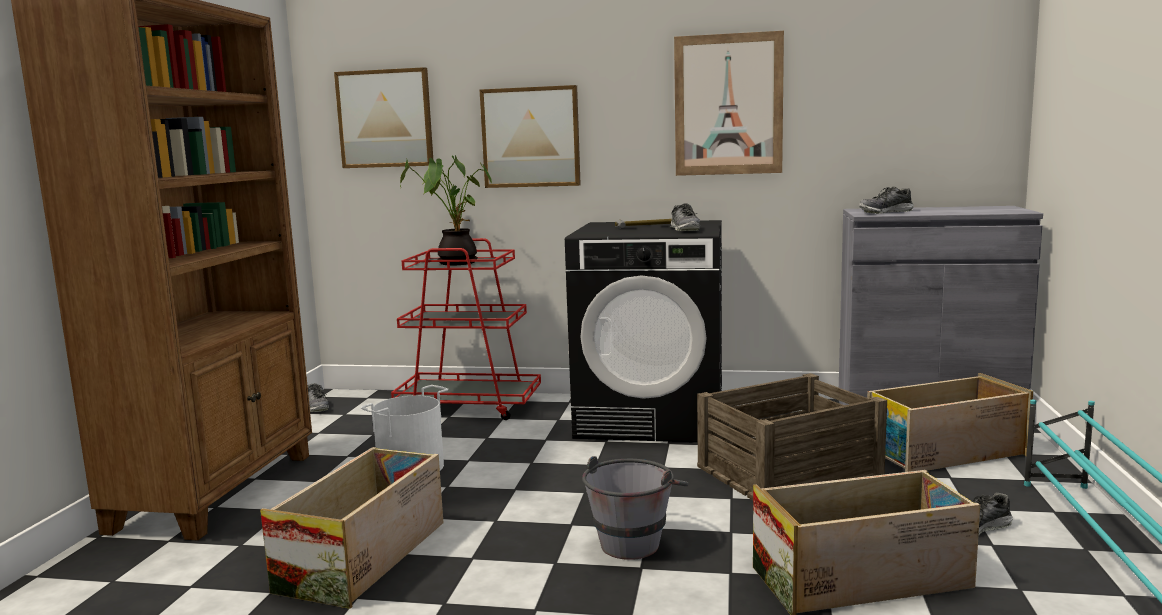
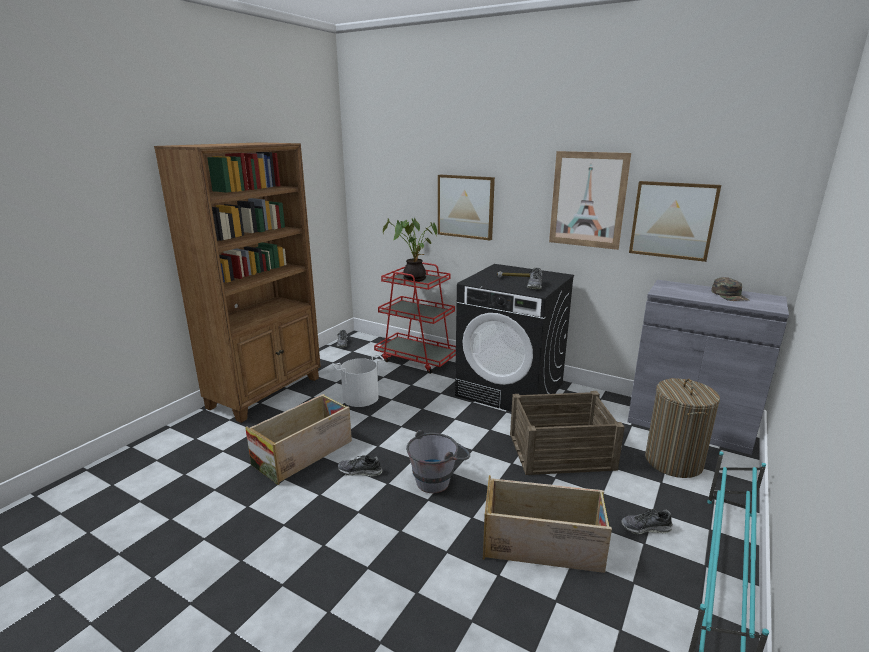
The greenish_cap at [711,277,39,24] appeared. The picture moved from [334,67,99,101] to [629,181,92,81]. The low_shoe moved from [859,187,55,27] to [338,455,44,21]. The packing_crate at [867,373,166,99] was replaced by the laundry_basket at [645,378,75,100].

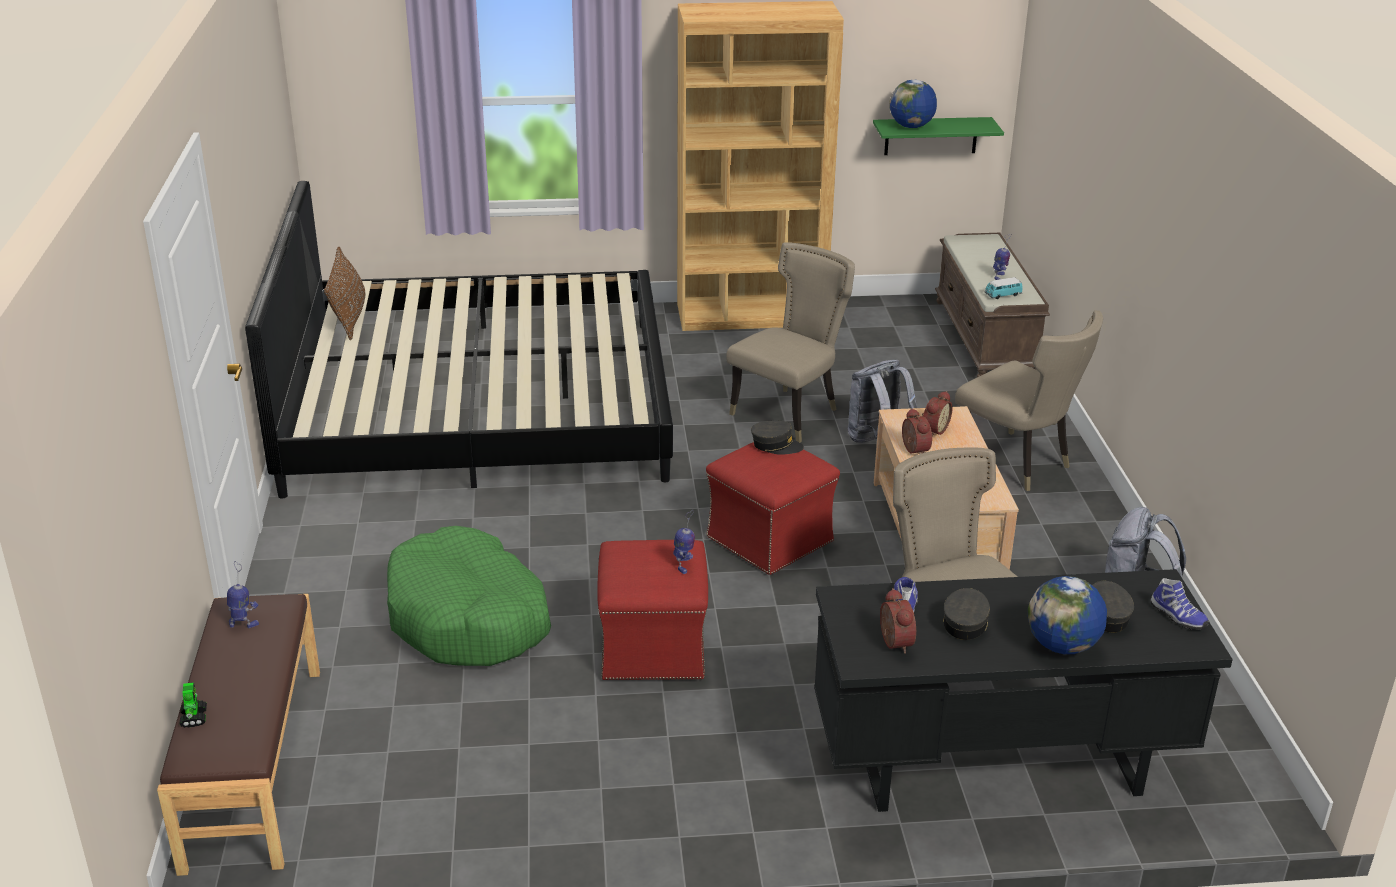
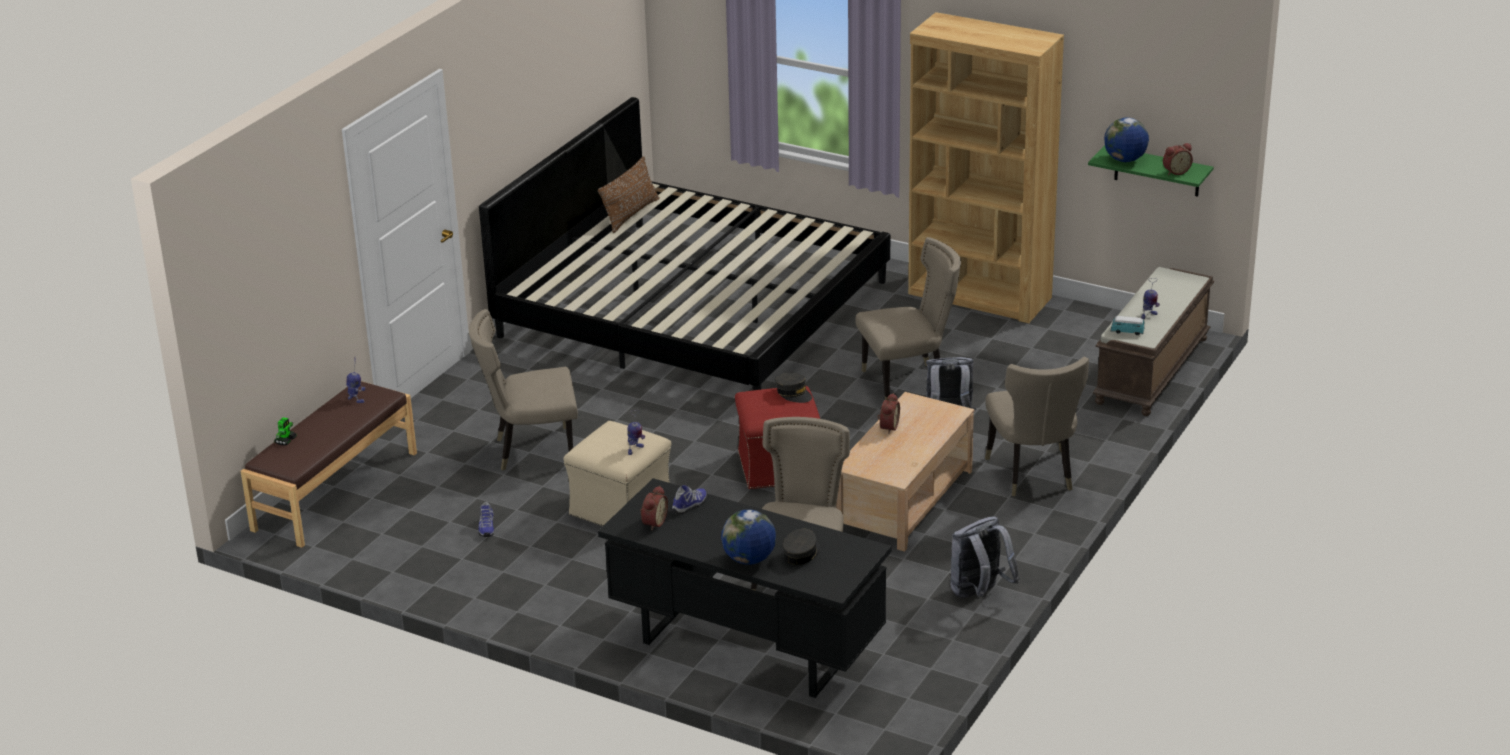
The gray_cap at [943,588,47,52] disappeared. The table_clock moved from [922,391,30,45] to [1163,143,30,32]. The low_shoe moved from [1150,578,59,52] to [478,502,16,35]. The greenish_pet_bed at [387,526,164,140] was replaced by the beige-coloured_chair at [469,309,109,162]. The red-coloured_pouffe at [597,540,111,140] became the beige-coloured_pouffe at [564,421,107,105].

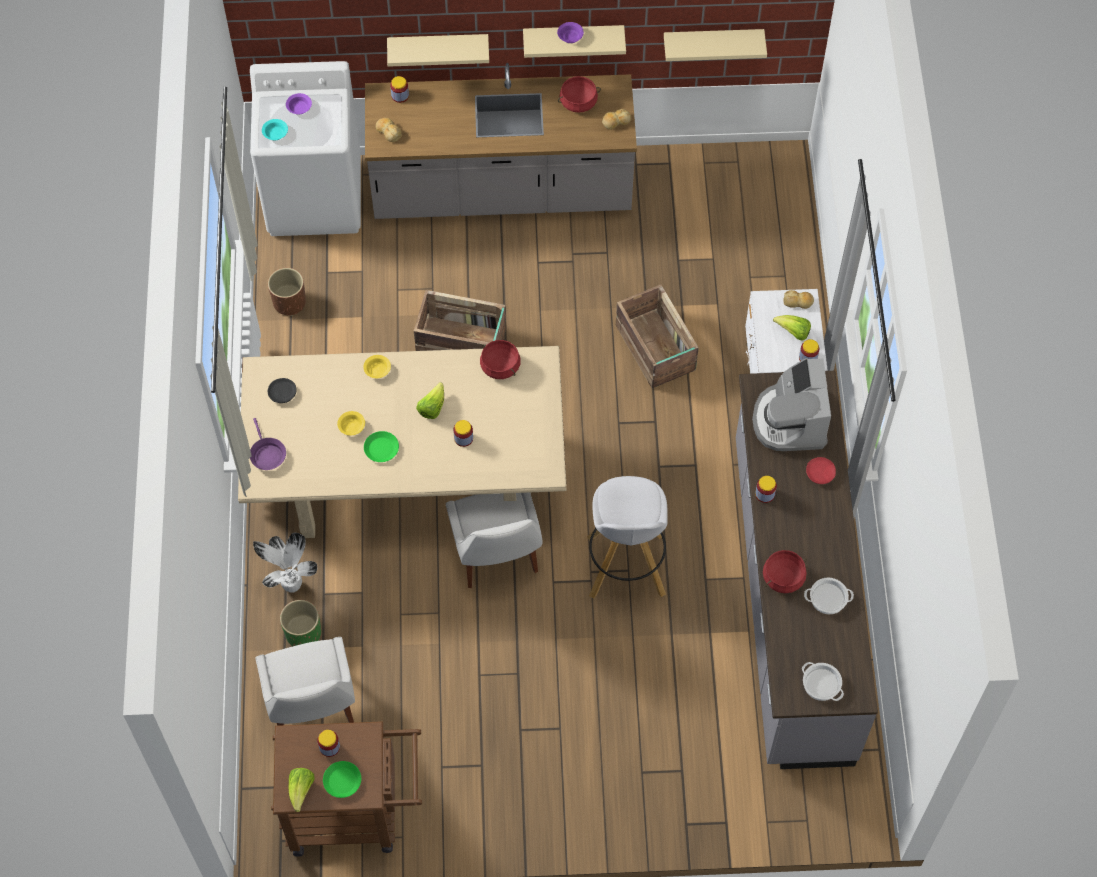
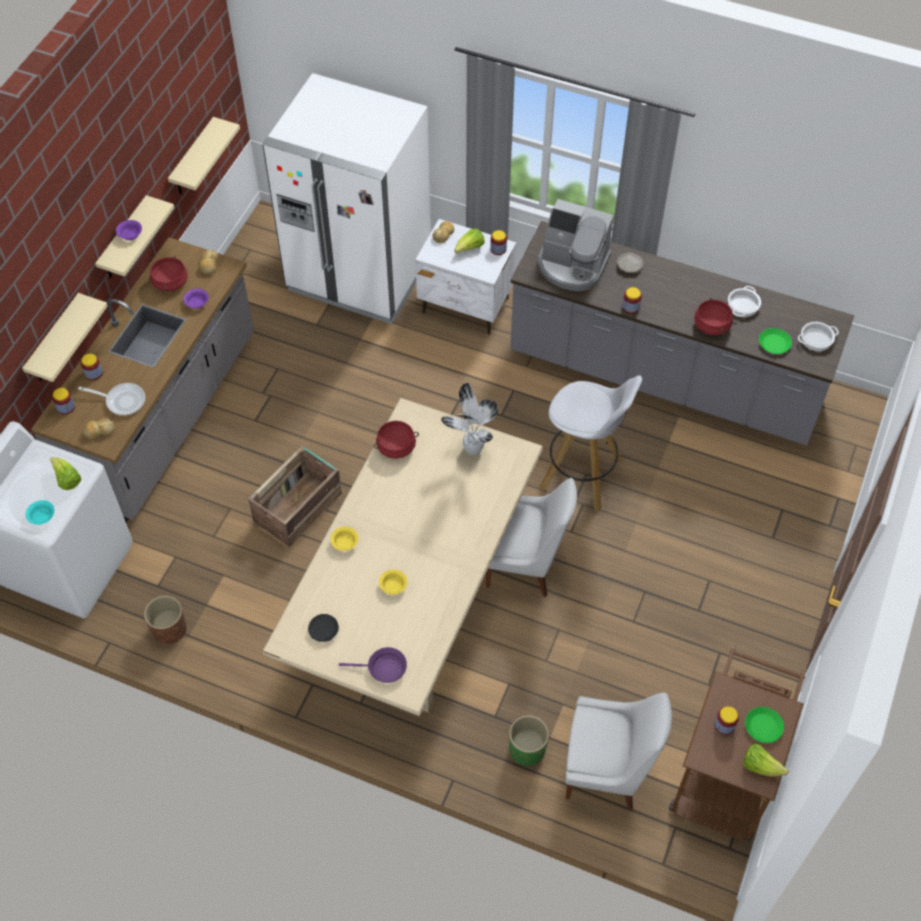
The packing_crate at [616,285,83,103] disappeared. The frying_pan at [78,383,67,33] appeared. The whitish_refrigerator at [262,73,169,251] appeared. The houseplant moved from [253,533,64,60] to [441,383,57,72]. The purple-coloured_serving_bowl moved from [286,93,26,22] to [183,289,26,20]. The greenish_plate moved from [364,431,35,31] to [759,328,33,26]. The lettuce_head moved from [416,382,28,37] to [50,457,31,33]. The jar moved from [454,420,19,27] to [81,354,22,26]. The red-coloured_plate at [806,457,30,27] became the beige-coloured_plate at [617,252,26,21].

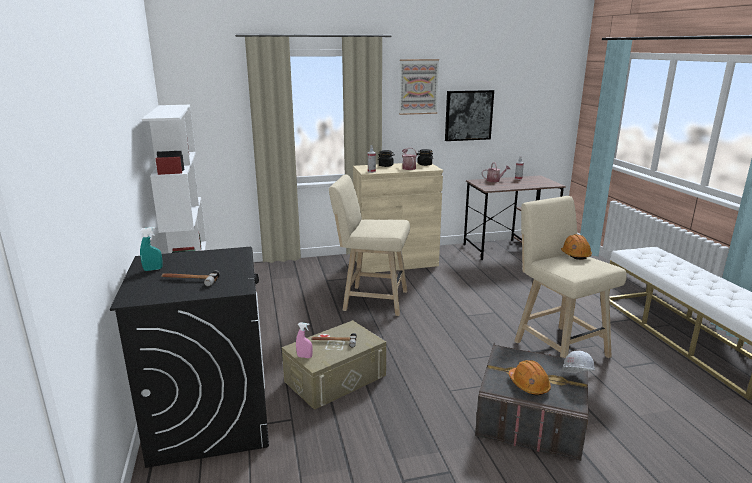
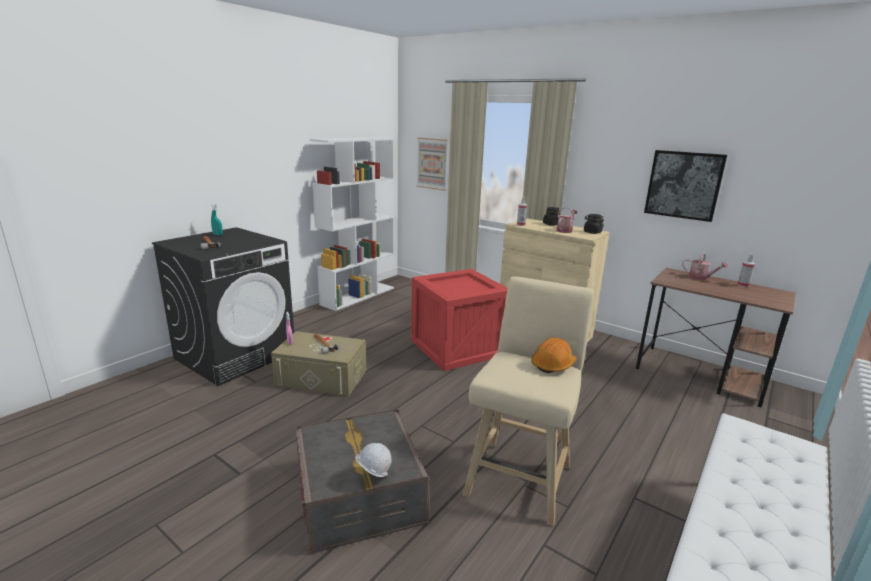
The orange-coloured_work_helmet at [509,360,42,35] disappeared. The picture moved from [399,59,40,56] to [416,138,33,53]. The beige-coloured_stool at [329,175,81,141] was replaced by the packing_crate at [411,269,97,102].

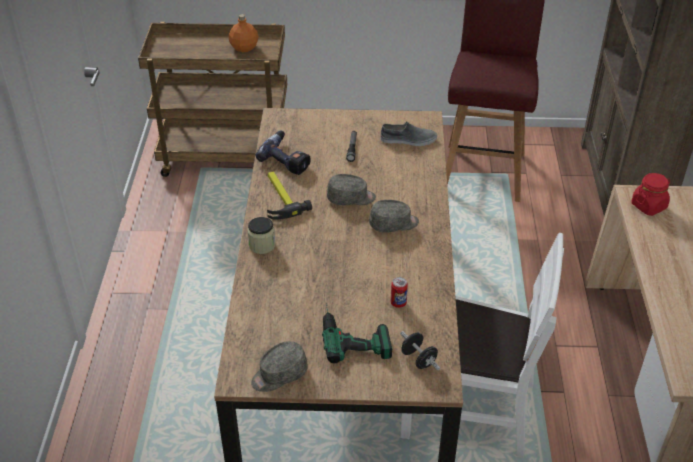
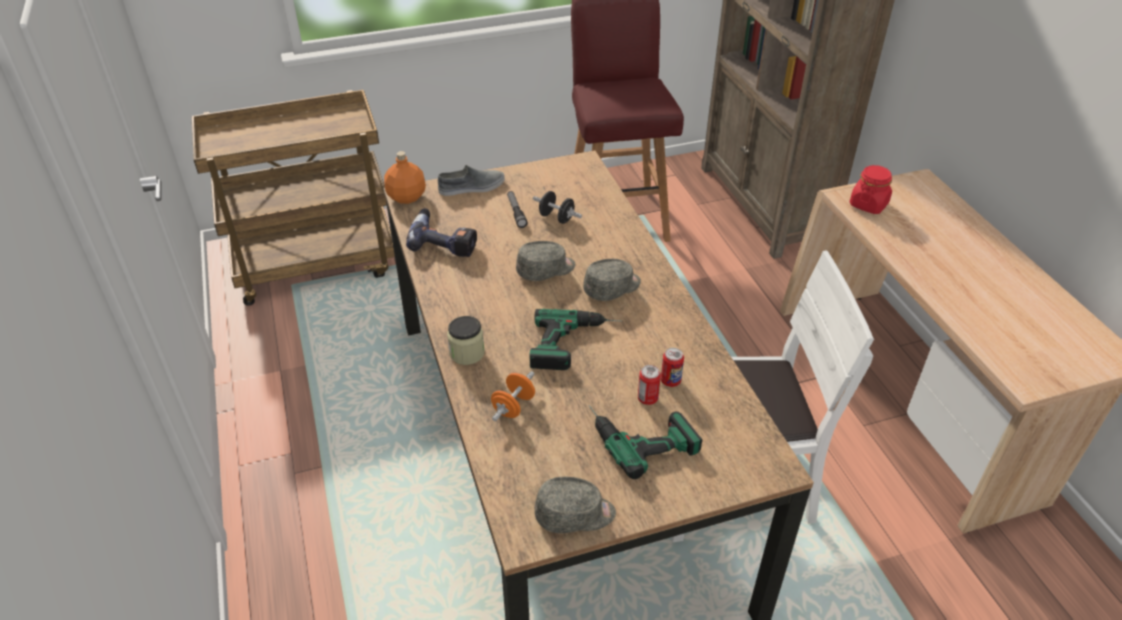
The hammer at [267,171,45,49] disappeared. The orange-coloured_free_weight at [491,371,44,50] appeared. The electric_drill at [530,309,91,61] appeared. The sealed_can at [638,365,23,40] appeared. The orange-coloured_bottle moved from [229,14,29,38] to [384,151,42,53]. The gray_low_shoe moved from [381,121,56,25] to [438,165,67,31]. The black-coloured_free_weight moved from [400,331,40,39] to [533,191,49,33]. The gray_cap at [251,341,57,51] turned 135 degrees counterclockwise.

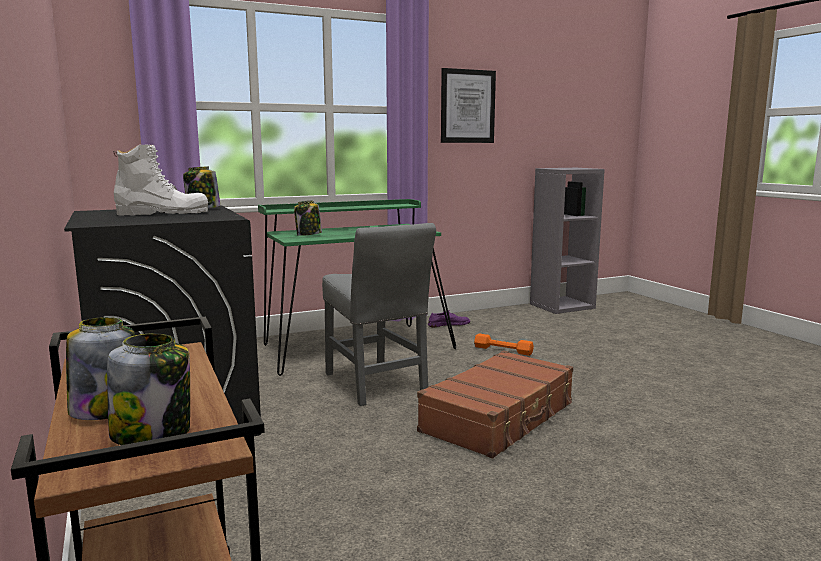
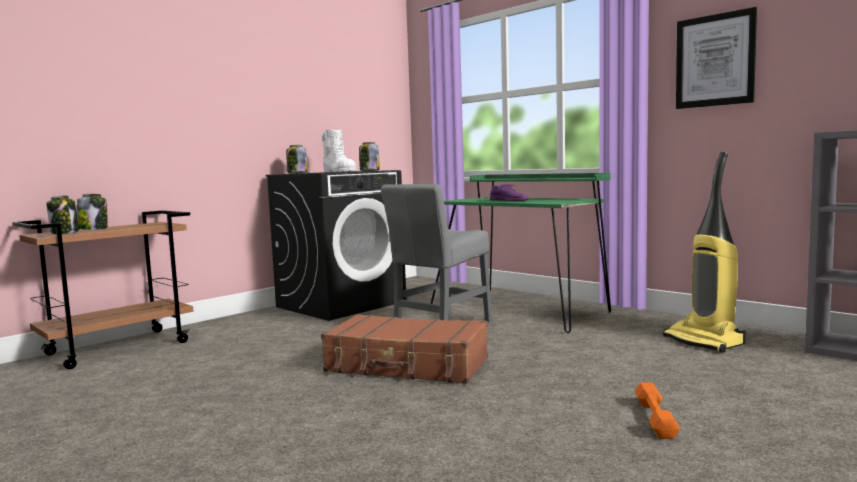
The vacuum_cleaner at [663,152,83,201] appeared. The jar moved from [294,200,28,36] to [286,145,22,29]. The purple-coloured_low_shoe moved from [428,310,42,17] to [490,184,39,17]. The orange-coloured_free_weight moved from [474,333,60,23] to [634,383,46,56].

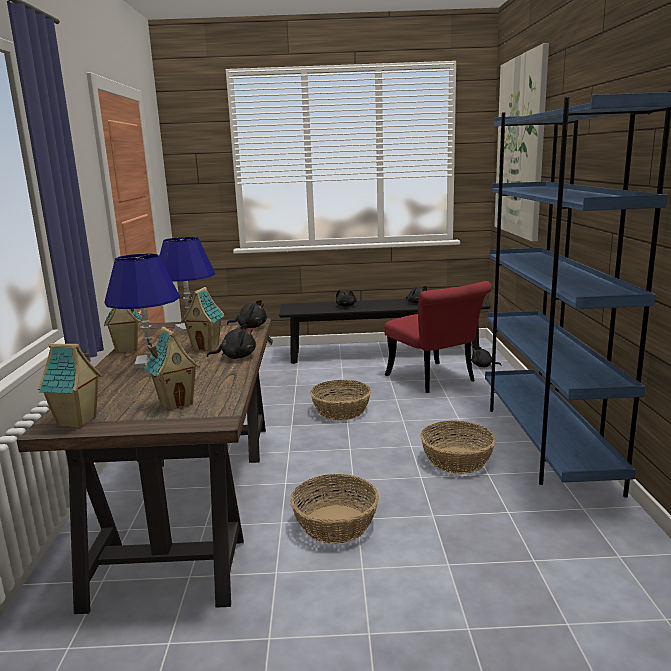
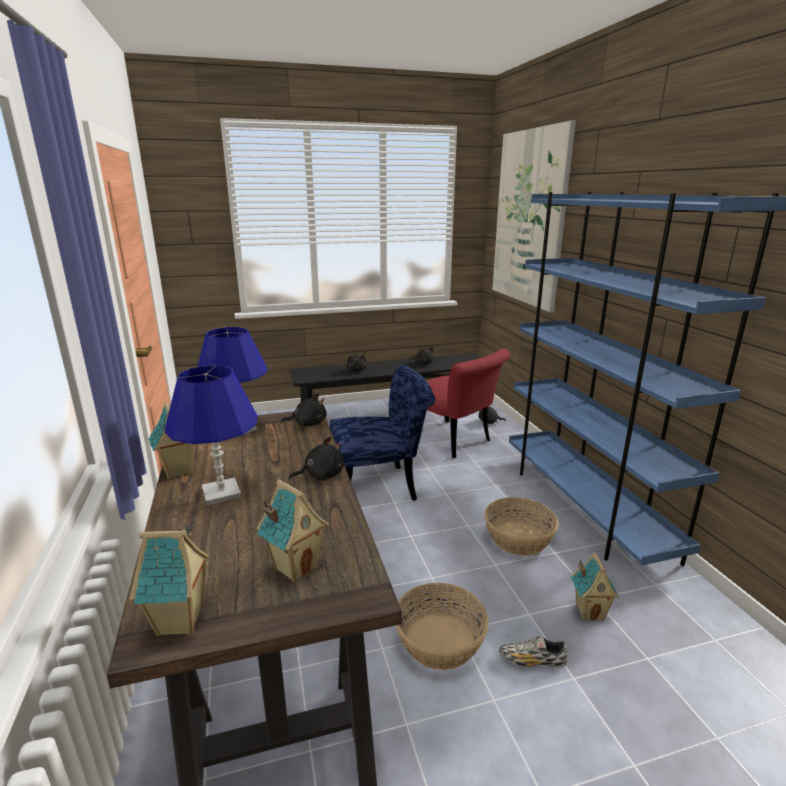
The low_shoe at [499,636,69,32] appeared. The miniature_house moved from [181,287,43,64] to [571,552,48,69]. The storage_basket at [310,380,61,40] was replaced by the bluish_chair at [330,365,105,136].

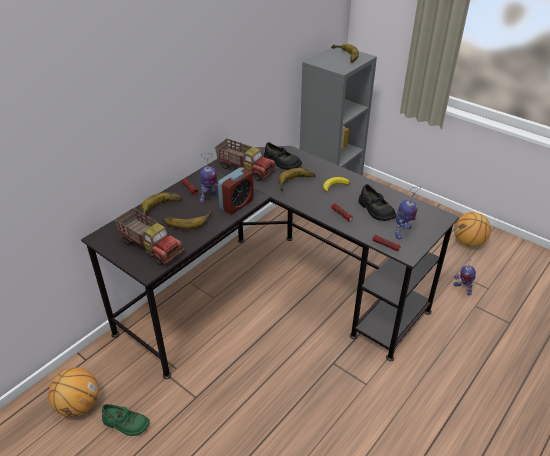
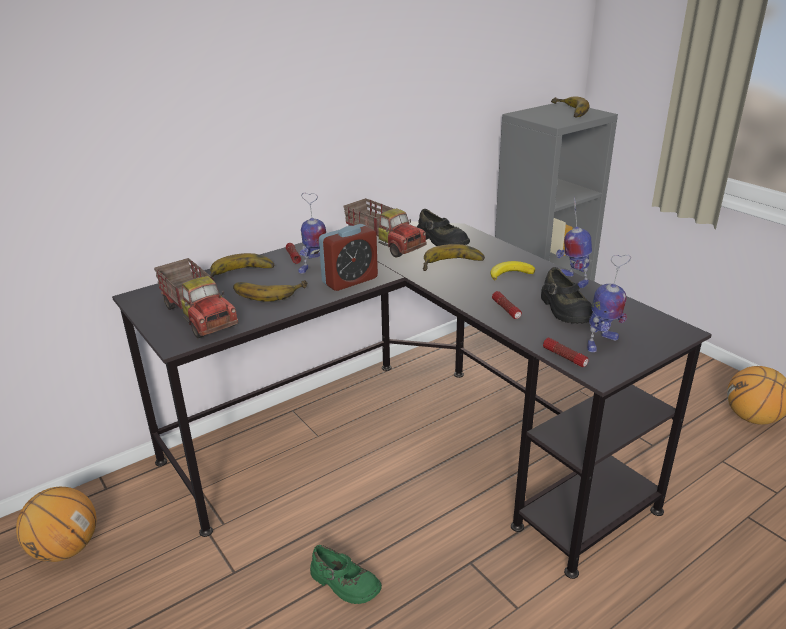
The greenish_low_shoe moved from [102,404,48,32] to [310,545,72,59]. The robot_figure moved from [454,253,22,43] to [556,197,36,91].

